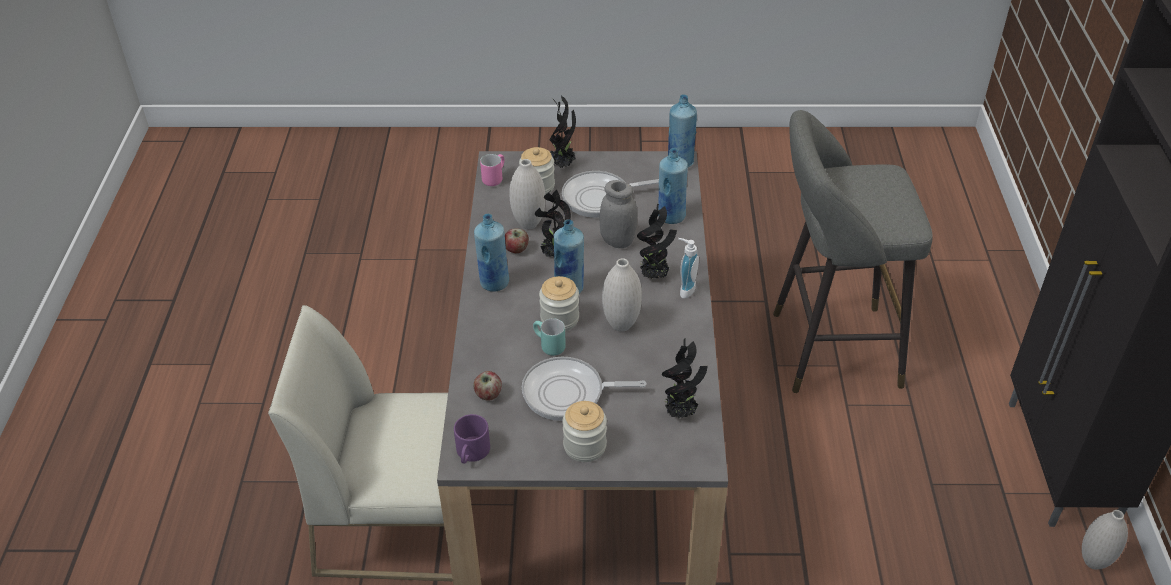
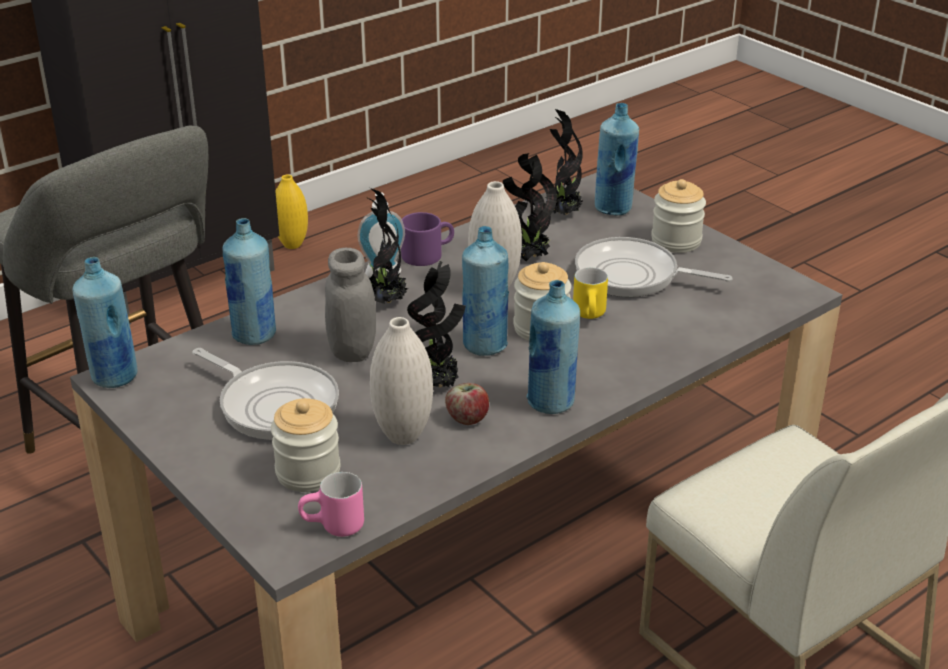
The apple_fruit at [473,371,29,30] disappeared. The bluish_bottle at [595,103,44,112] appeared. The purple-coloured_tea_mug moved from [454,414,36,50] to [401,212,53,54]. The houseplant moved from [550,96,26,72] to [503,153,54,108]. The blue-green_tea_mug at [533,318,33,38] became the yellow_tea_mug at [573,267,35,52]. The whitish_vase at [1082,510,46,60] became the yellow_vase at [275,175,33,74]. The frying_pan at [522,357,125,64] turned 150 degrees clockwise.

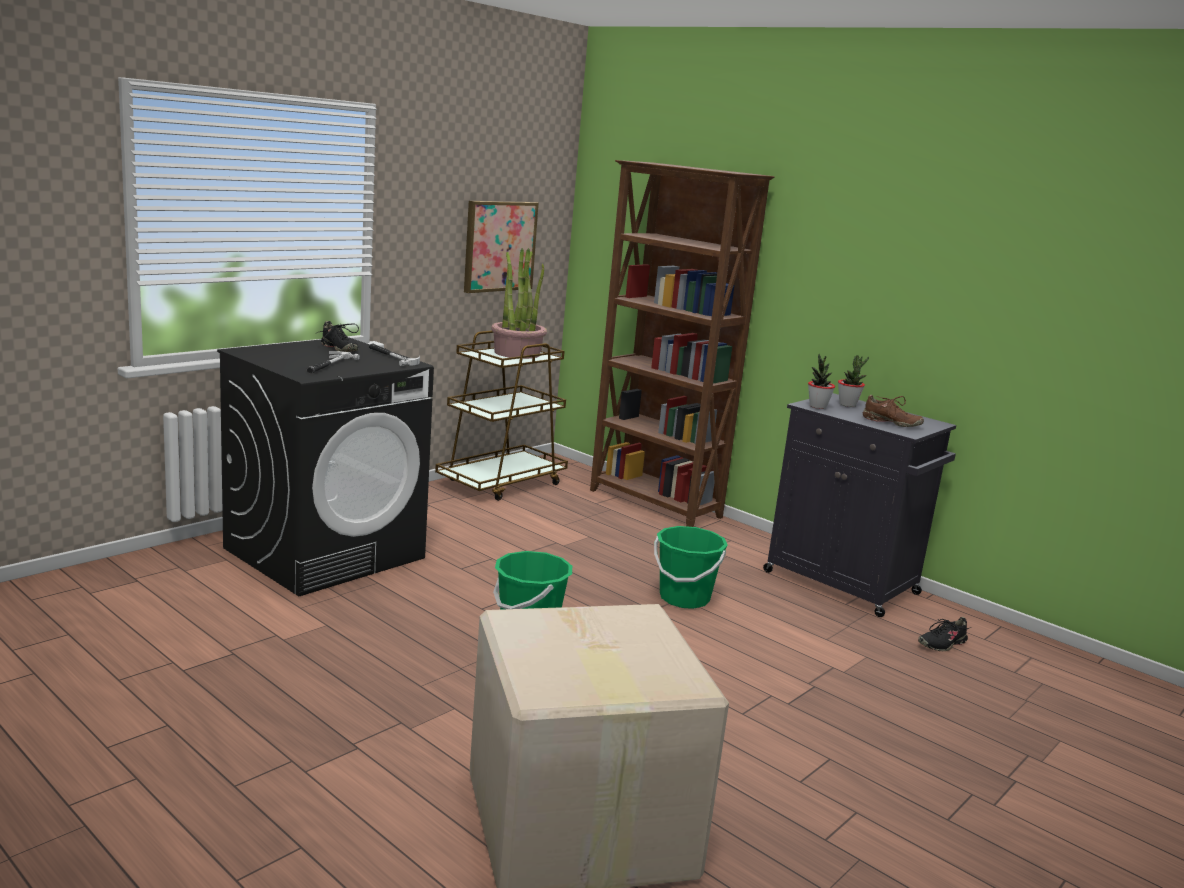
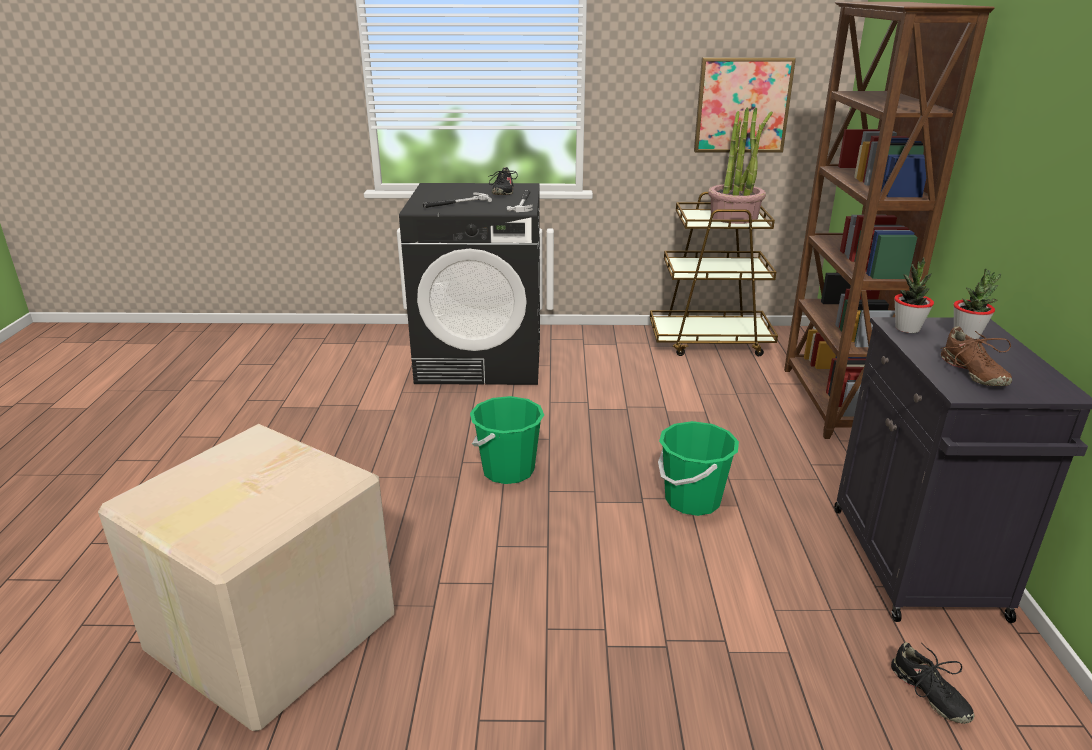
The black-coloured_low_shoe at [918,617,53,34] turned 135 degrees counterclockwise.

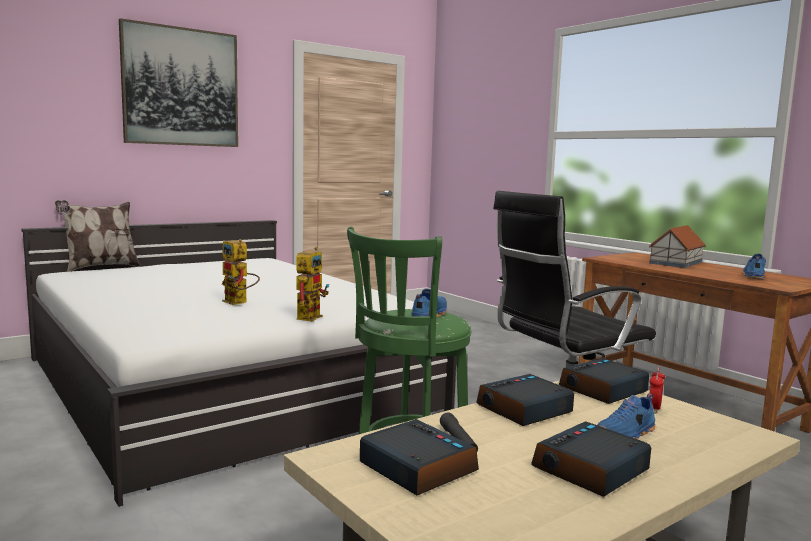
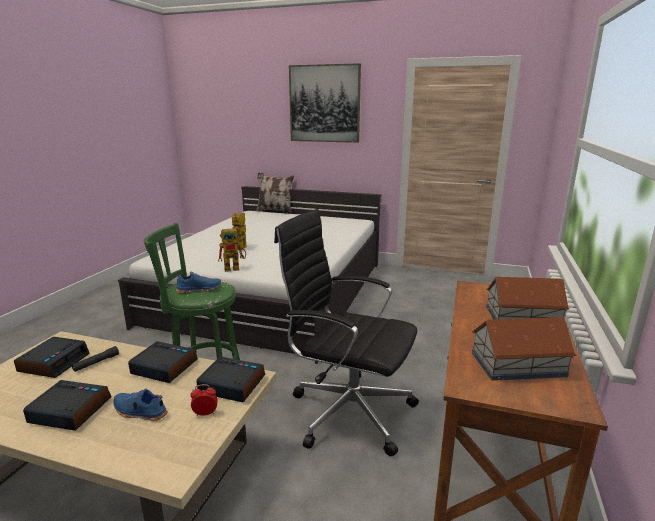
The bluish_low_shoe at [742,253,24,27] was replaced by the miniature_house at [472,317,105,64].

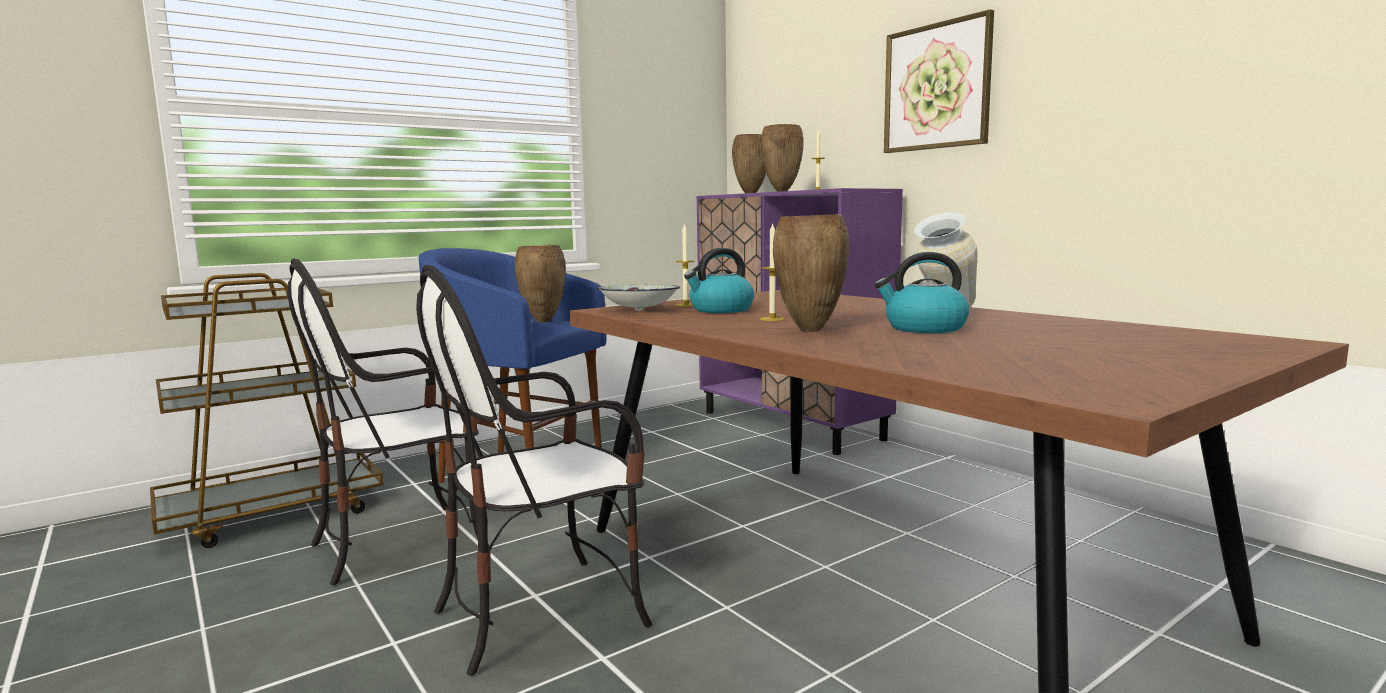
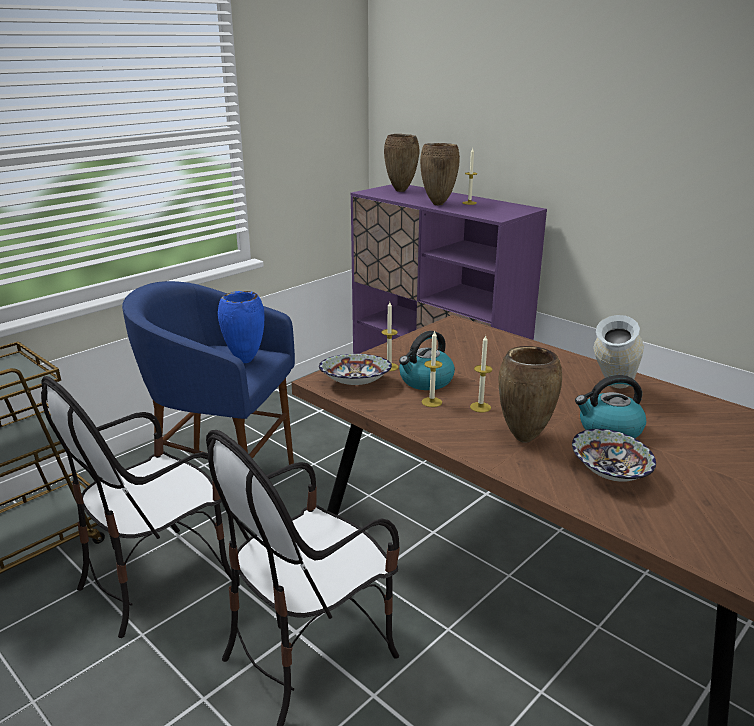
The picture at [884,9,110,144] disappeared. The wax_candle at [422,331,20,76] appeared. The serving_bowl at [572,429,84,53] appeared. The brown-coloured_vase at [515,245,51,77] became the bluish_vase at [218,291,47,72].

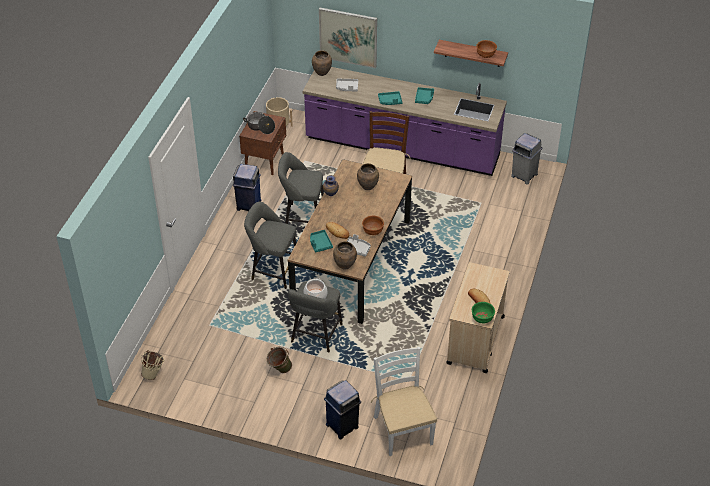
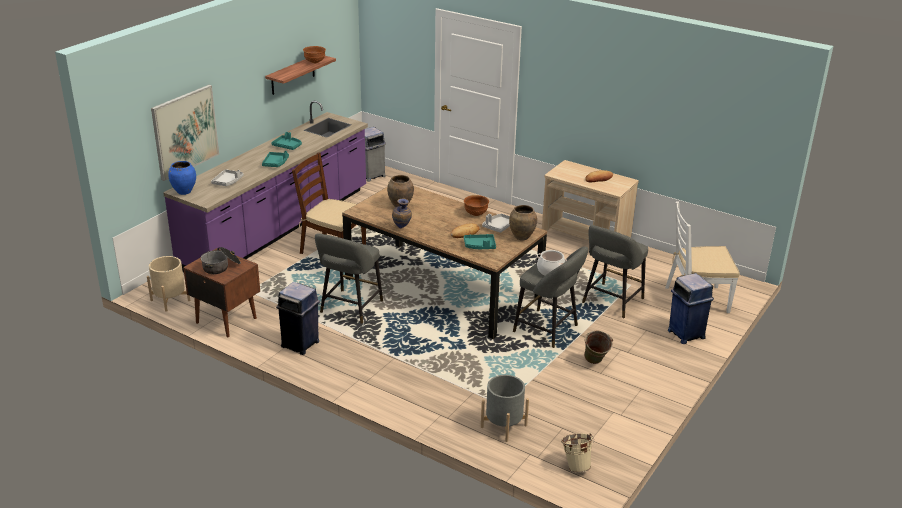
The greenish_serving_bowl at [472,302,23,22] disappeared. The gray_planter at [481,375,48,67] appeared. The gray_stool moved from [244,202,52,87] to [582,225,66,93]. The brown-coloured_vase at [312,50,20,26] became the bluish_vase at [168,161,28,34].

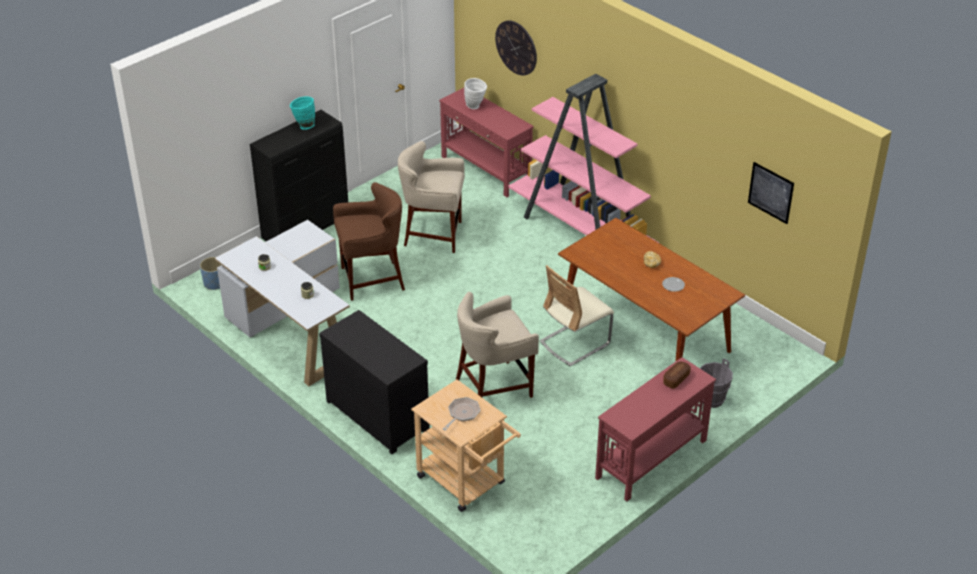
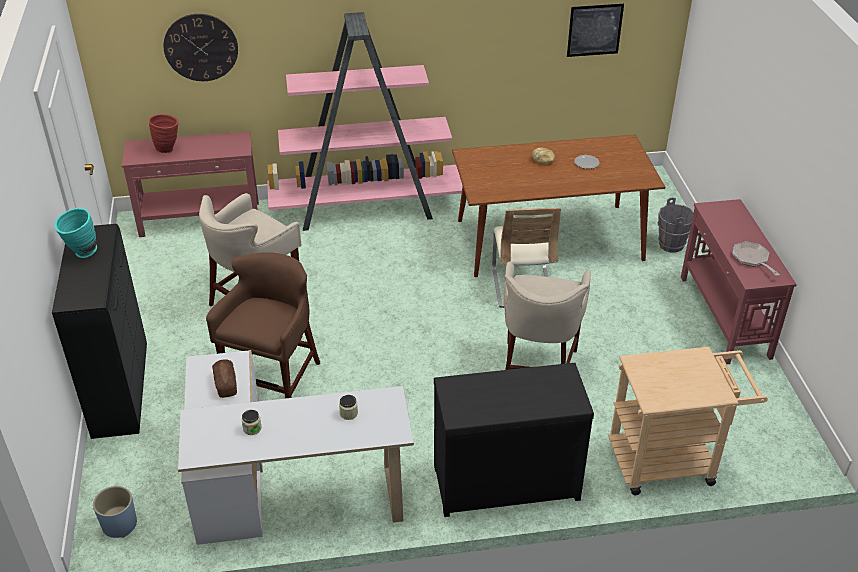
The frying_pan moved from [443,397,38,34] to [732,241,48,35]. The bread moved from [663,362,28,27] to [212,360,25,38]. The whitish_vase at [464,78,23,31] became the red-coloured_vase at [149,114,29,39].

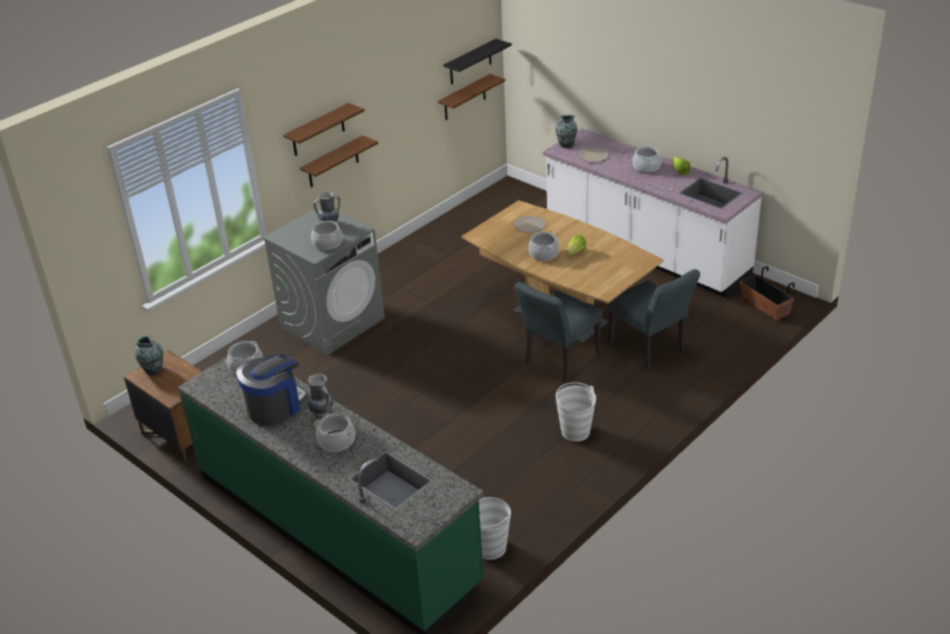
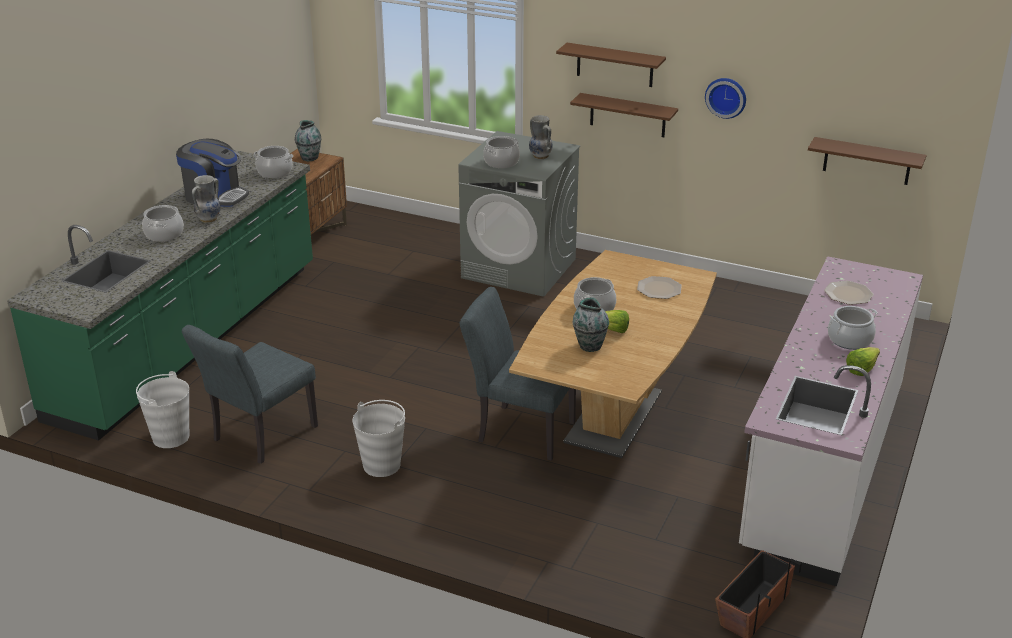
The black-coloured_wall_shelf at [443,39,69,46] disappeared. The wall_clock at [705,78,41,41] appeared. The vase moved from [555,115,23,33] to [573,298,36,54]. The gray_chair moved from [608,269,92,101] to [182,325,136,139].

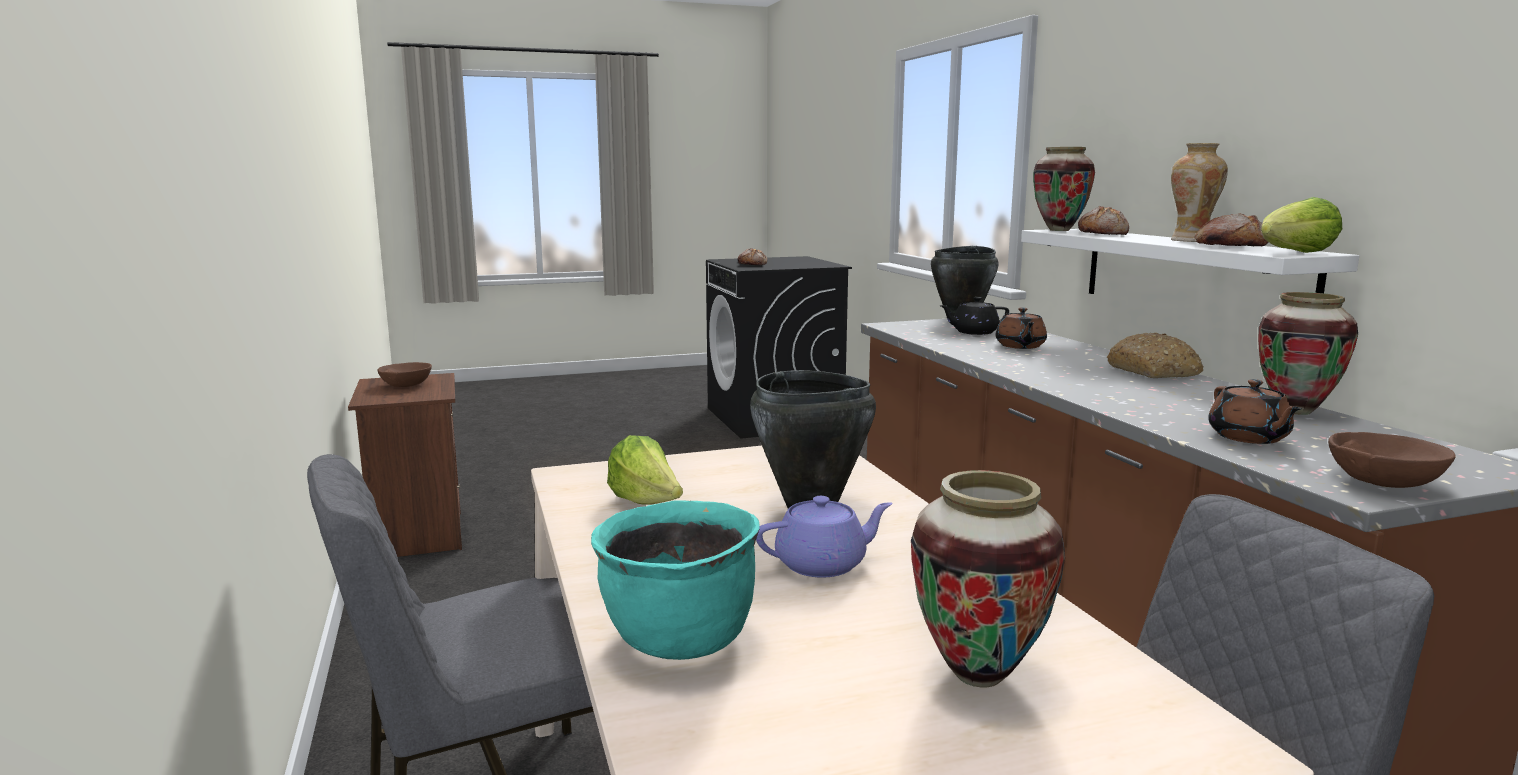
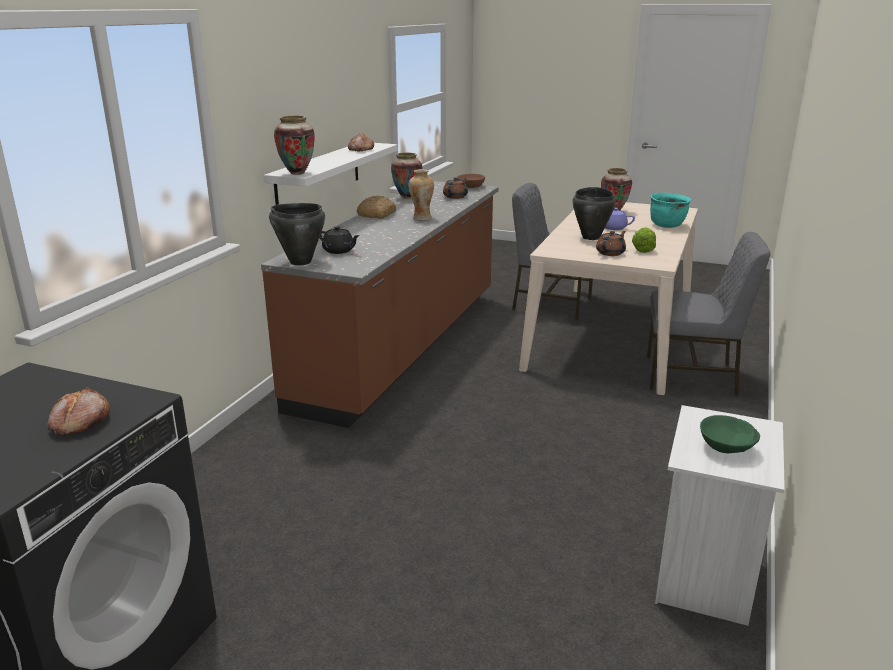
The bread at [1078,206,51,29] disappeared. The lettuce_head at [1261,197,81,56] disappeared. The brown-coloured_teapot moved from [995,307,52,42] to [596,231,30,25]. The vase moved from [1171,143,57,99] to [408,169,26,51]. The brown-coloured_bedside_table at [348,373,114,184] became the whitish_bedside_table at [655,405,130,221]. The brown-coloured_serving_bowl at [378,362,54,25] became the greenish_serving_bowl at [700,415,60,38].

